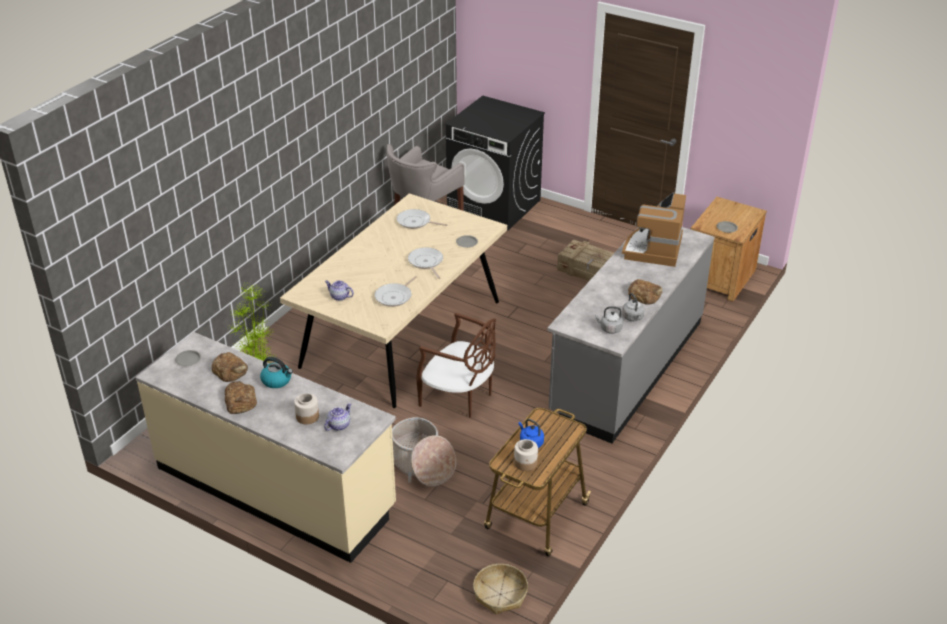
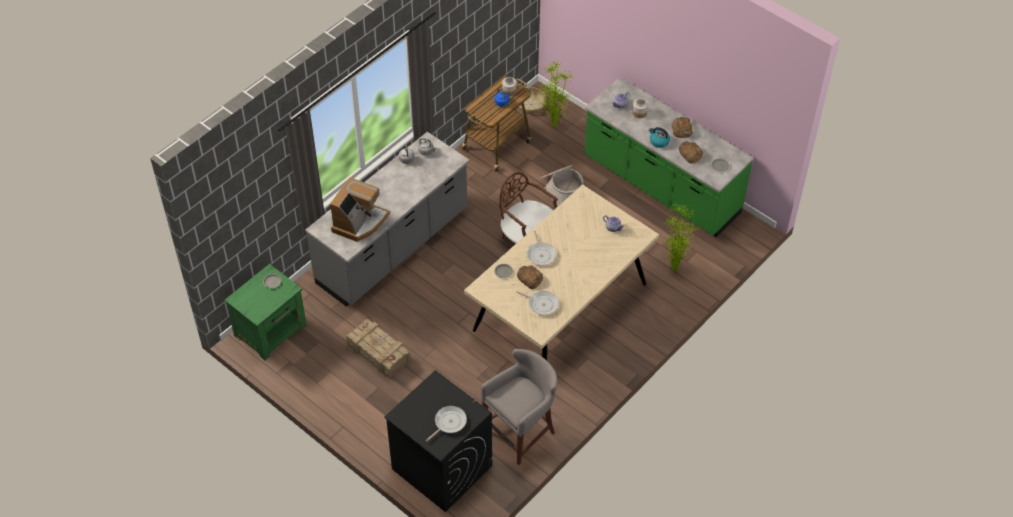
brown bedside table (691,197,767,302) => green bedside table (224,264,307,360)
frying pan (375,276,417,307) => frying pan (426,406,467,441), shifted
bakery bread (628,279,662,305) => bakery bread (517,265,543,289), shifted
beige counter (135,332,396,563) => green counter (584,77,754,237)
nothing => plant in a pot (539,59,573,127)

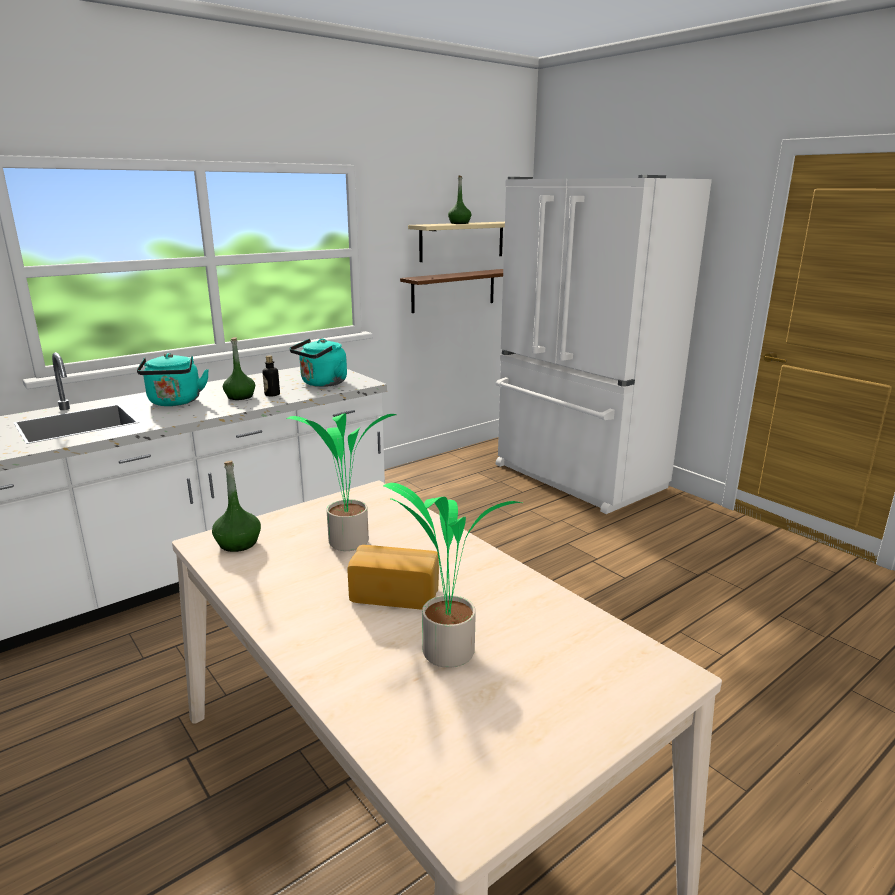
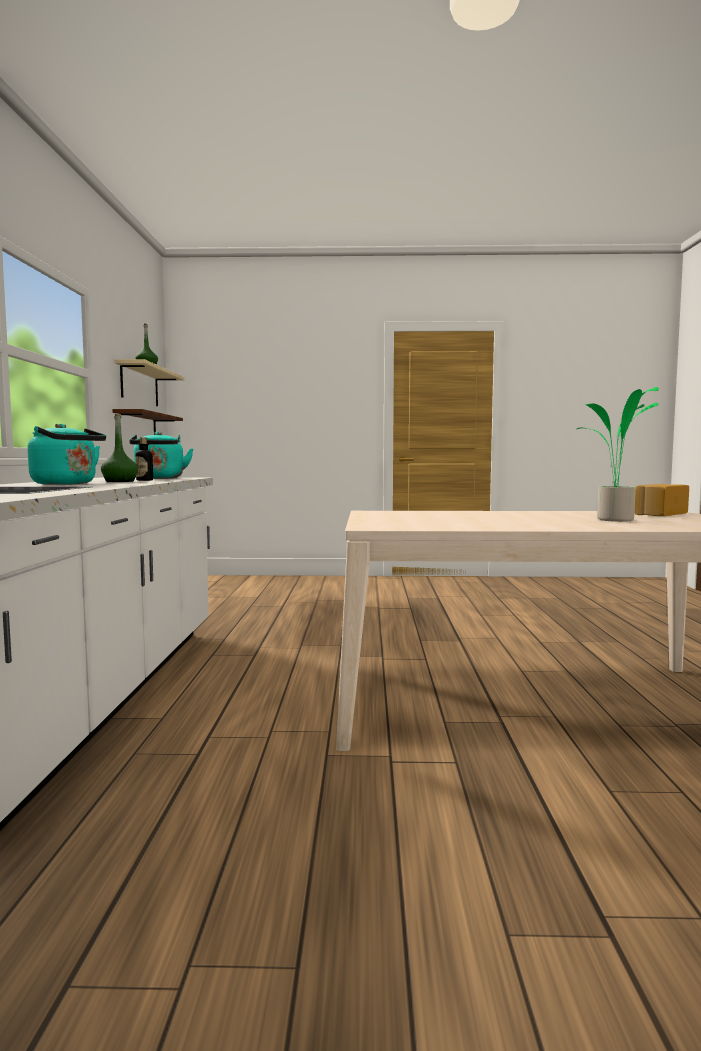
whitish fridge (495,175,712,514) => nothing
plant in a pot (286,413,397,551) => nothing
green beverage bottle (212,461,261,552) => nothing
bakery bread (347,545,439,610) => bakery bread (634,484,689,516), shifted

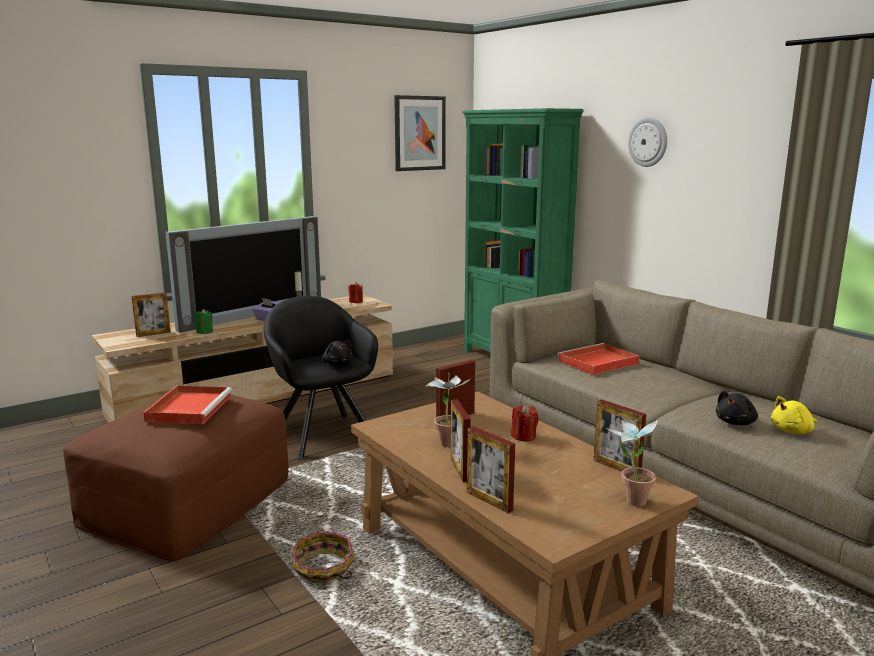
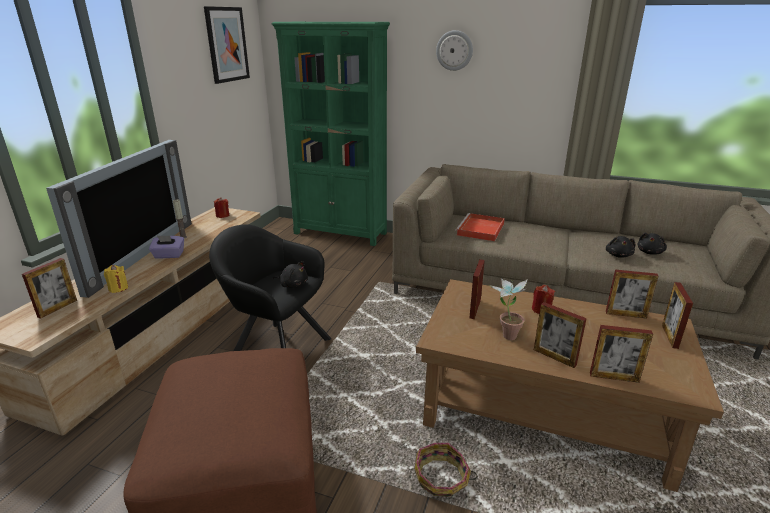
green wax light (195,309,213,334) => yellowish wax light (104,265,128,293)
red carrying tray (143,386,232,424) => nothing
yellowish soft toy (771,396,817,434) => black-coloured soft toy (638,232,667,255)
plant in a pot (606,419,658,506) => photo frame (662,282,693,349)

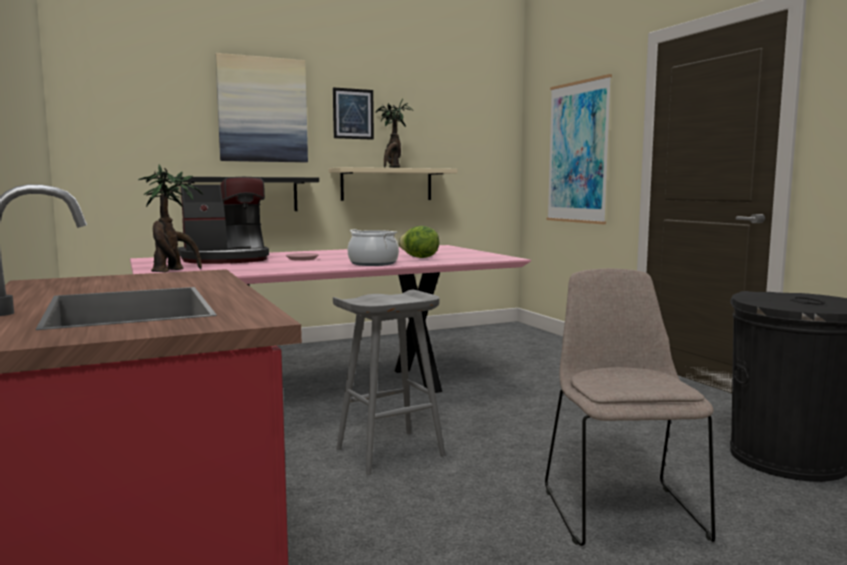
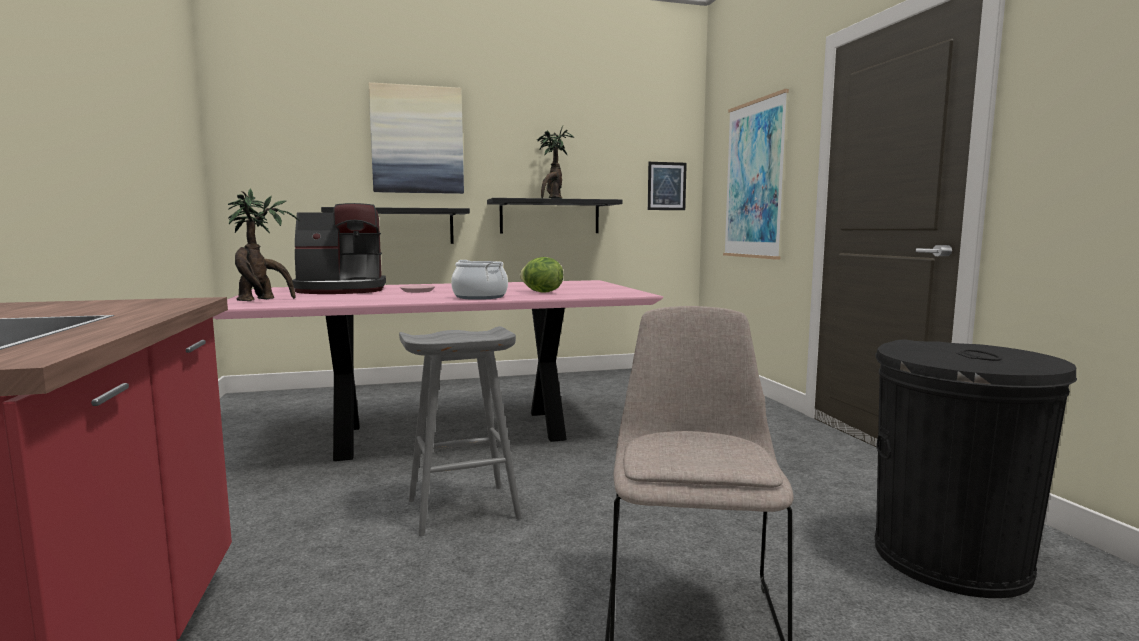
wall picture (333,87,374,140) => wall picture (648,162,687,210), shifted
beige bracket shelf (329,167,457,201) => black-coloured bracket shelf (487,198,623,234)

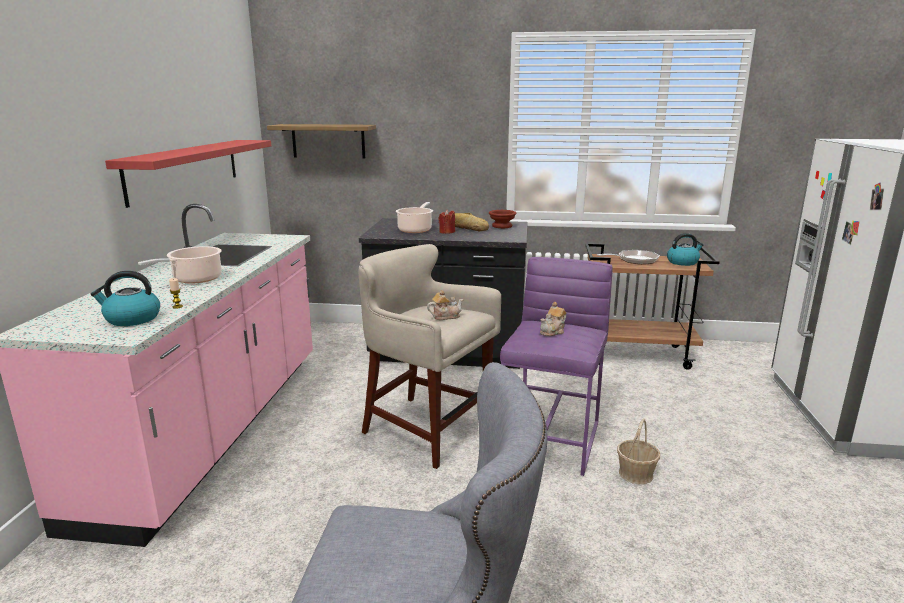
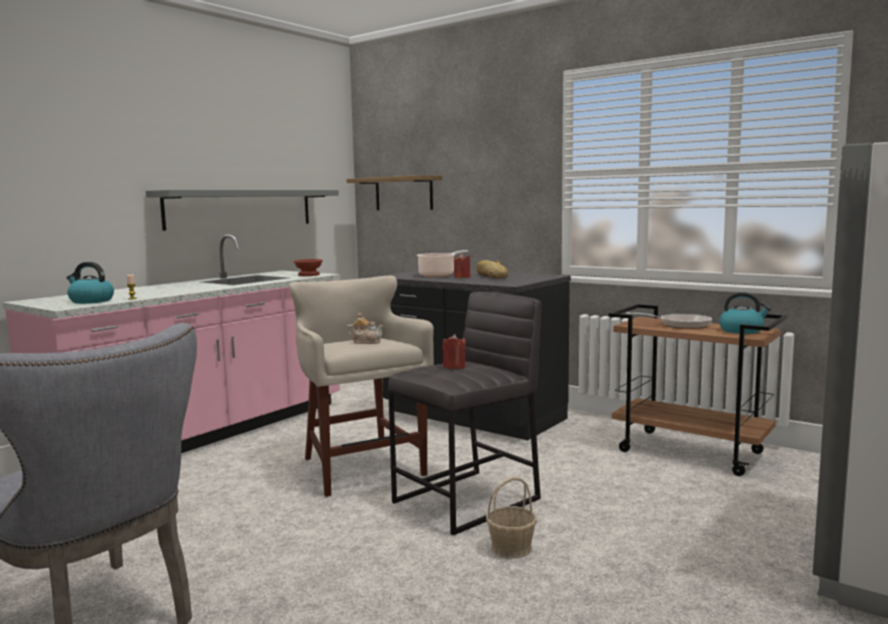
red bracket shelf (105,140,271,208) => greyish bracket shelf (146,190,339,231)
brown serving bowl (489,210,517,228) => brown serving bowl (294,259,323,276), shifted
saucepot (138,246,222,284) => nothing
purplish stool (500,257,613,476) => greyish stool (388,292,541,535)
teapot (540,302,566,336) => red wax light (442,334,466,369)

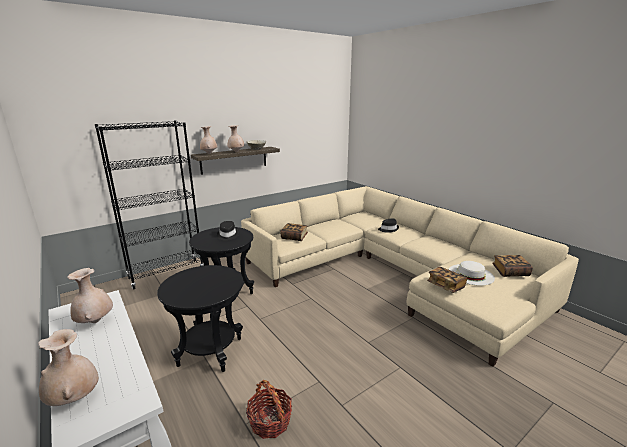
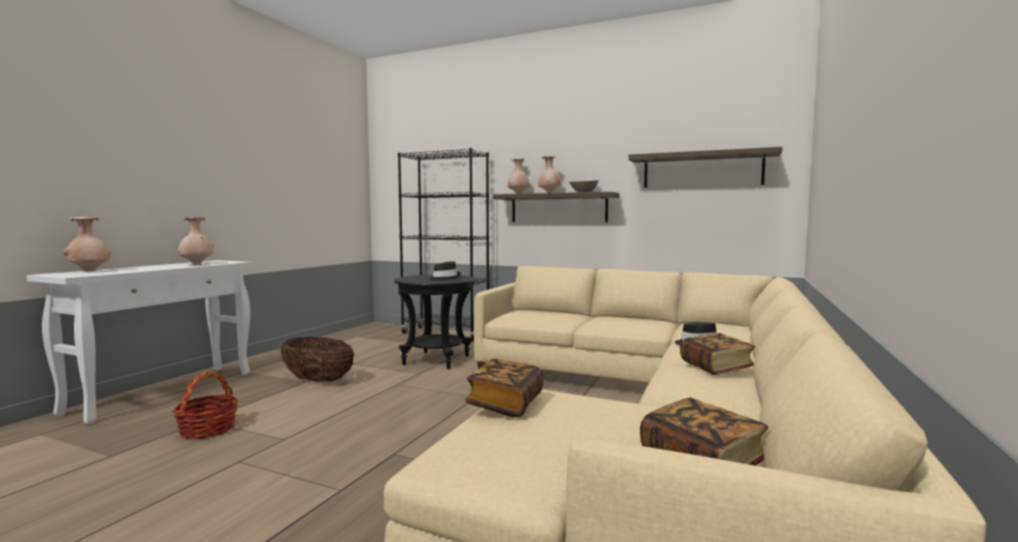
book (280,223,308,241) => book (680,333,755,375), shifted
whitish hat (448,261,495,286) => nothing
black-coloured accent table (157,265,243,372) => household basket (280,337,354,382)
nothing => bracket shelf (628,147,782,188)

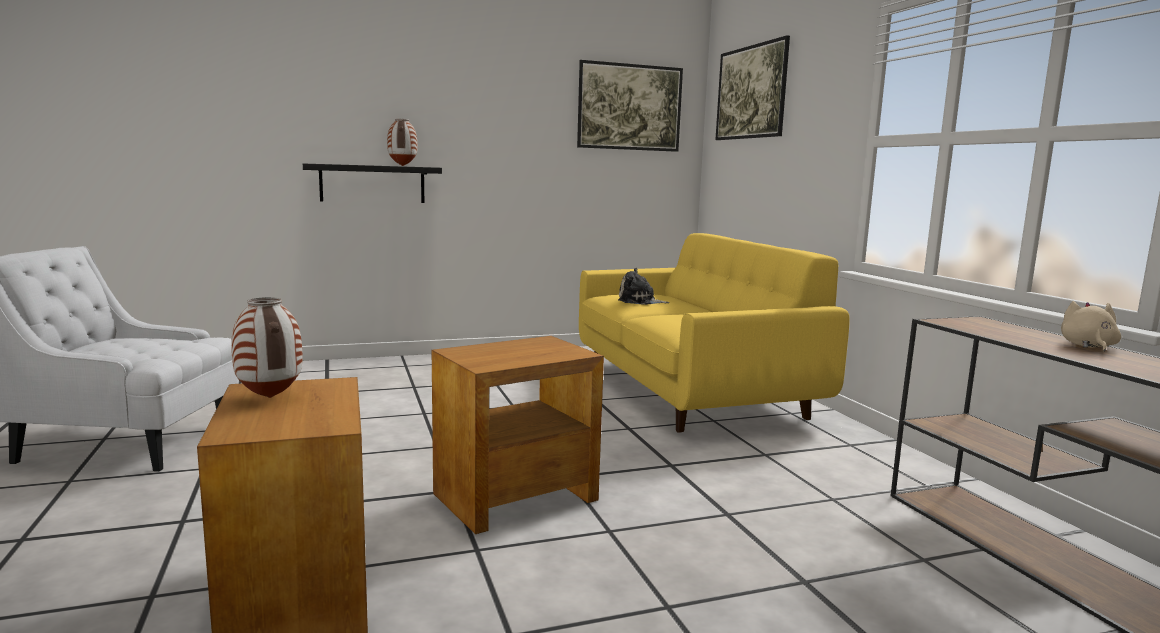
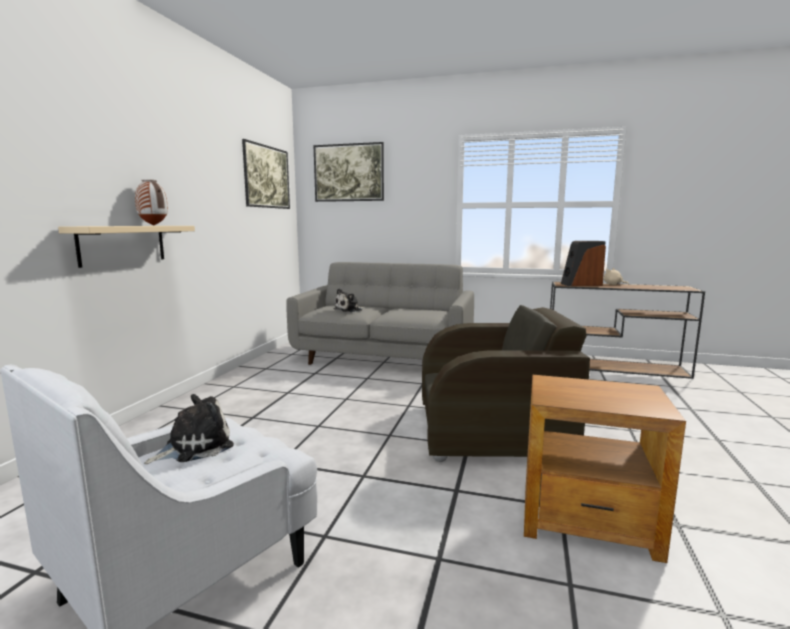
black-coloured bracket shelf (303,163,442,203) => beige bracket shelf (58,226,195,268)
yellowish settee (579,233,850,433) => greyish settee (286,262,474,365)
decorative vase (231,297,302,398) => nothing
brown accent table (432,336,604,534) => brown easy chair (422,305,590,462)
nothing => speaker (561,241,606,286)
nothing => soft toy (144,394,234,464)

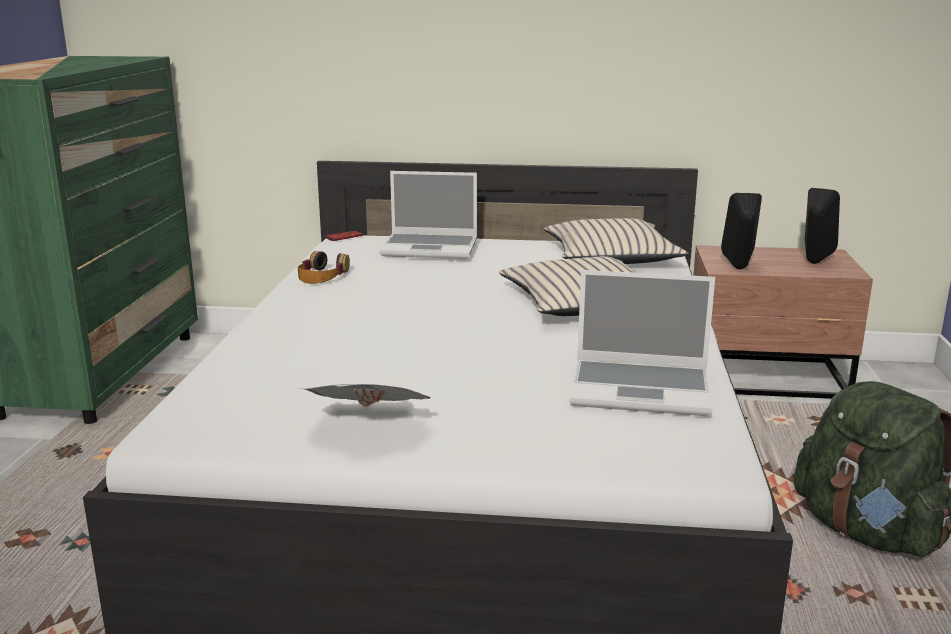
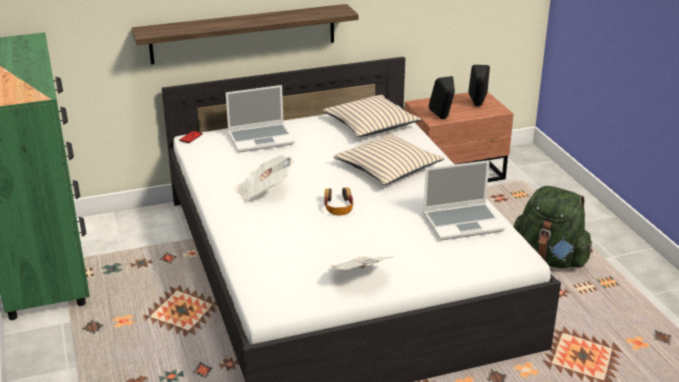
pair of headphones (298,251,350,284) => pair of headphones (324,188,354,216), shifted
nothing => bracket shelf (131,4,358,64)
nothing => printed paper (235,155,294,200)

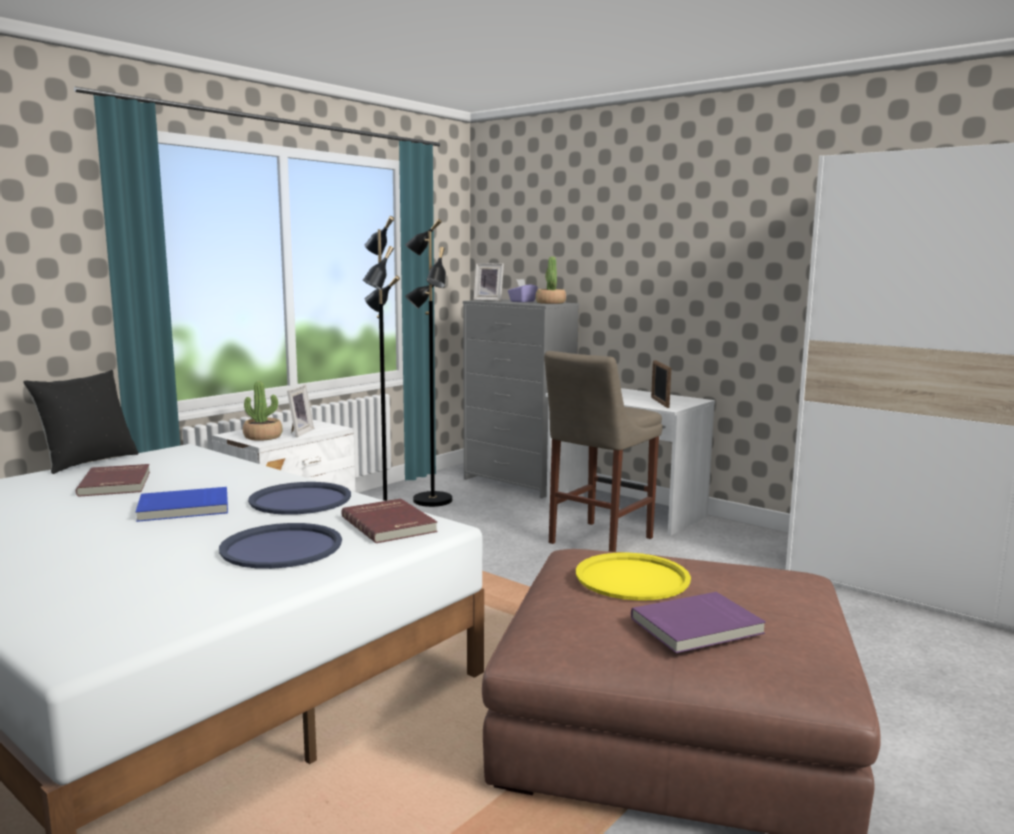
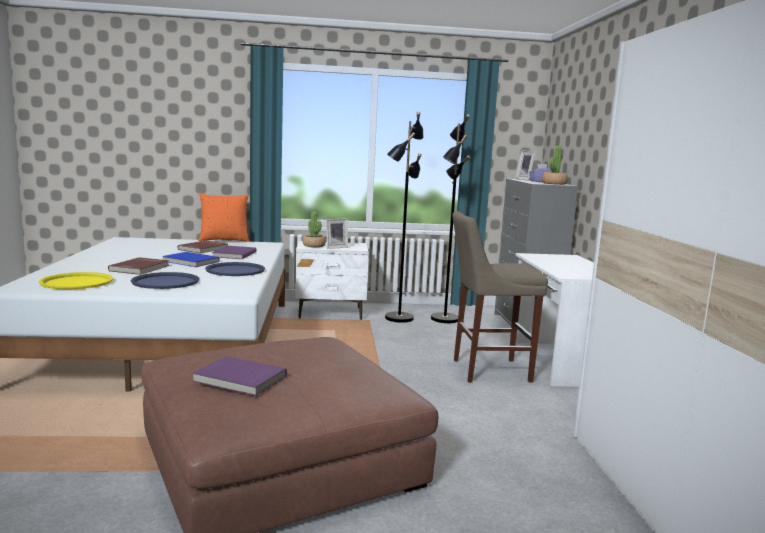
photo frame (651,360,671,408) => nothing
black-coloured pillow (23,370,139,474) => orange pillow (198,193,249,242)
red book (341,498,438,543) => red book (108,257,169,275), shifted
yellowish carrying tray (576,552,691,601) => yellowish carrying tray (39,272,113,289), shifted
nothing => purplish book (212,246,257,259)

